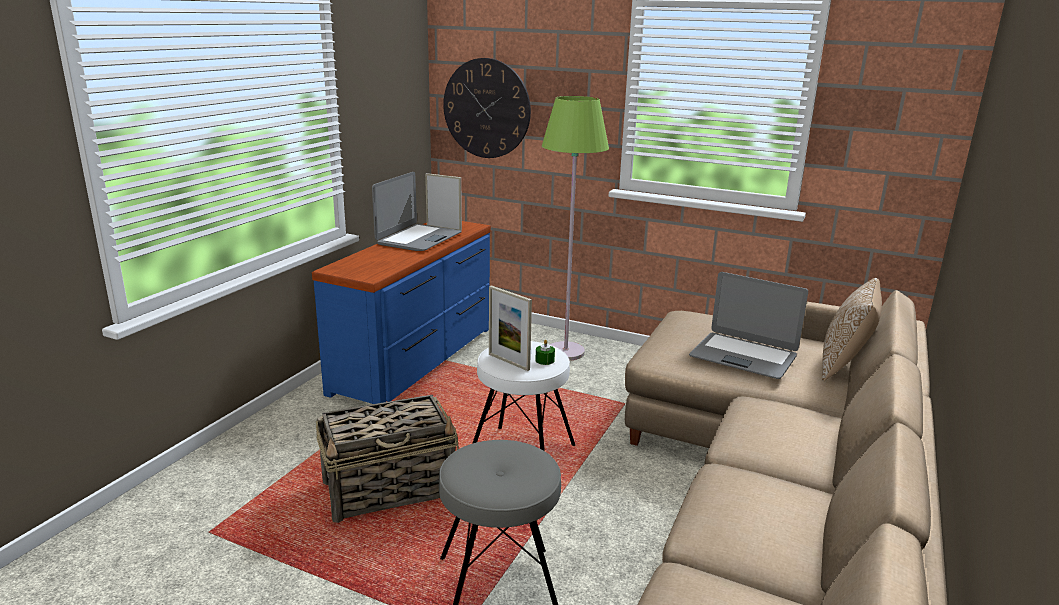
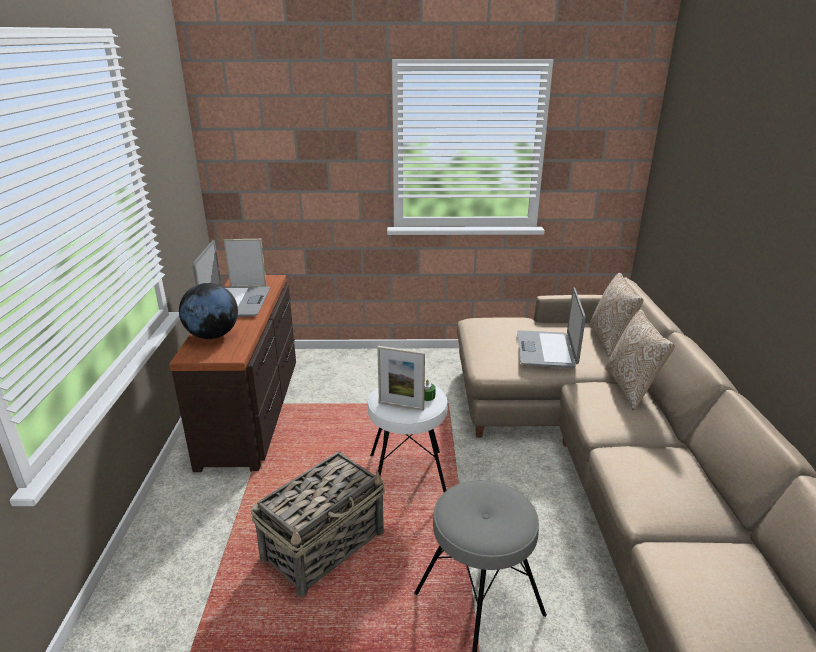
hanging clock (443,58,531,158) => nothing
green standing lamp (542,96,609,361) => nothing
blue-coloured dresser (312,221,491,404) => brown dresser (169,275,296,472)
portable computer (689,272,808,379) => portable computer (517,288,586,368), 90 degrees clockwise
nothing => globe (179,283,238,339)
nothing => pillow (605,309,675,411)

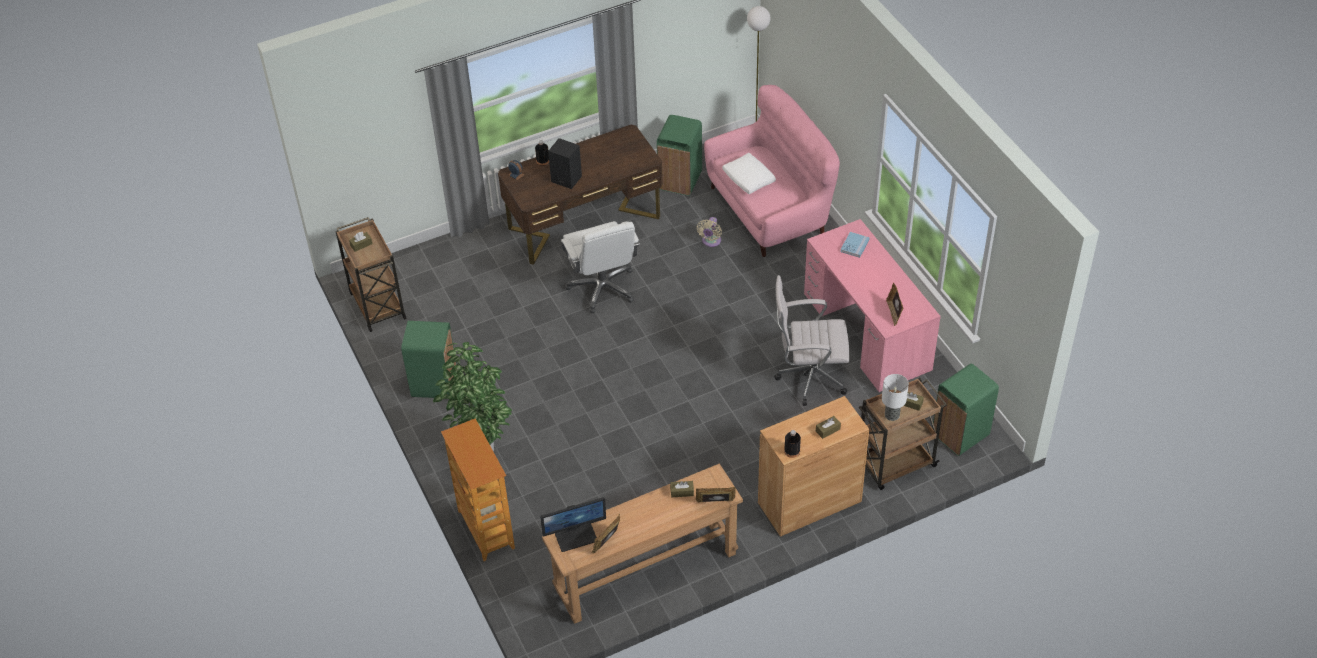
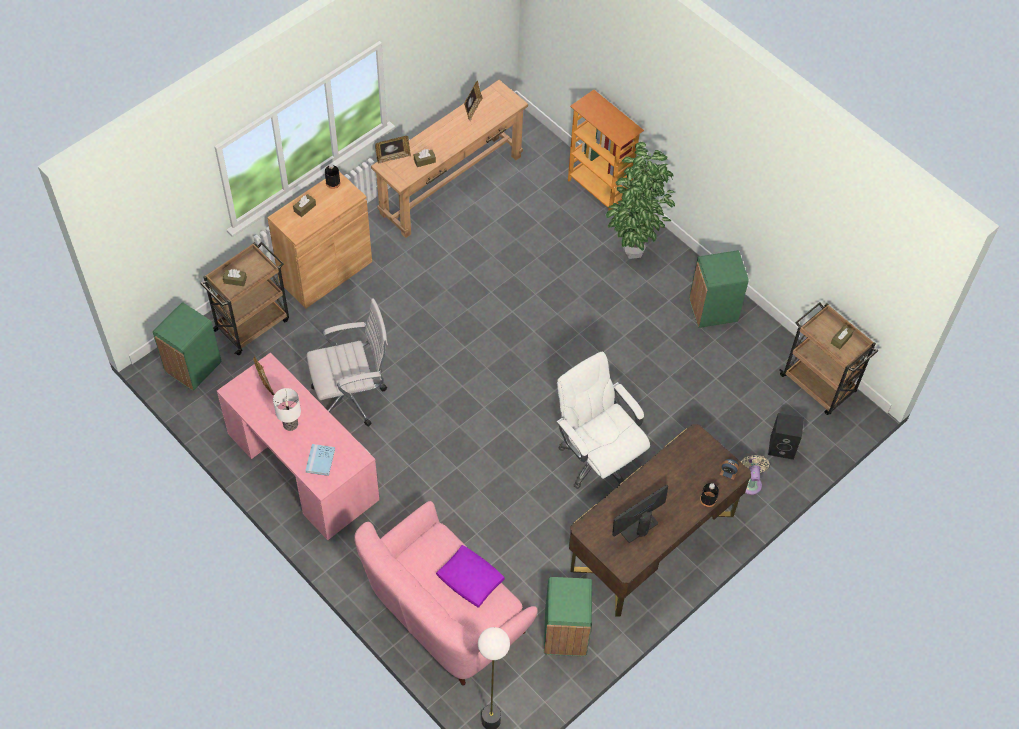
black-coloured speaker (548,138,582,189) => black-coloured speaker (768,413,804,460), shifted
whitish pillow (722,153,776,194) => purplish pillow (436,545,505,608)
beige fan (697,217,722,247) => beige fan (741,455,770,495), shifted
lamp for a table (882,374,909,421) => lamp for a table (273,388,301,431), shifted
computer display (540,497,606,552) => computer display (612,485,668,543), shifted

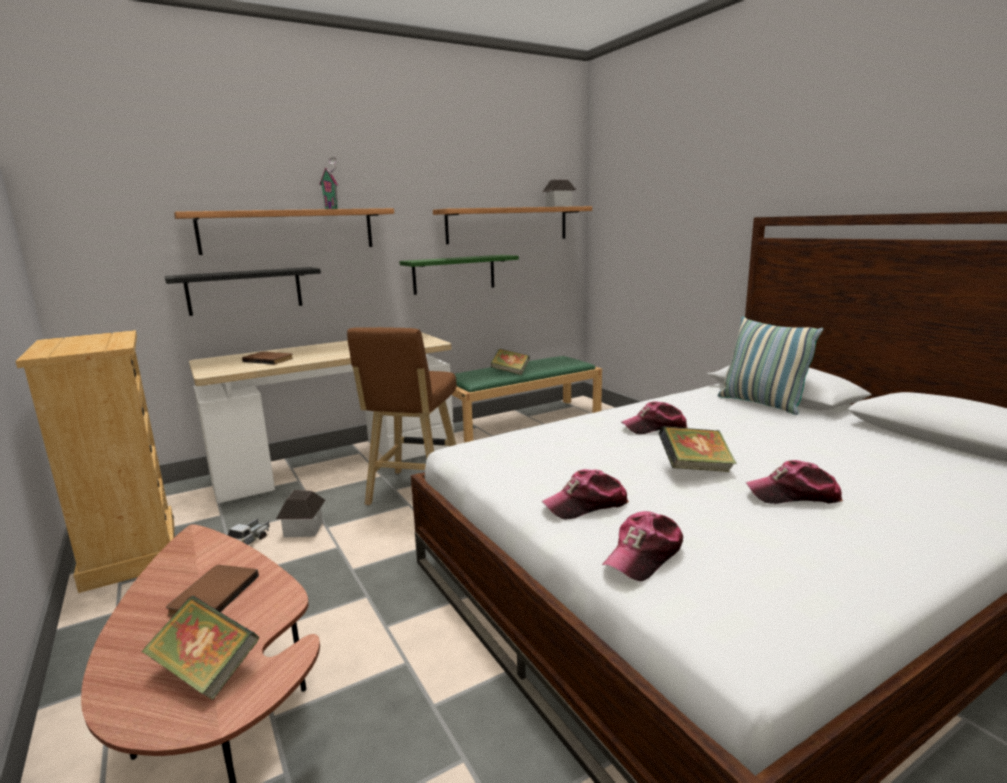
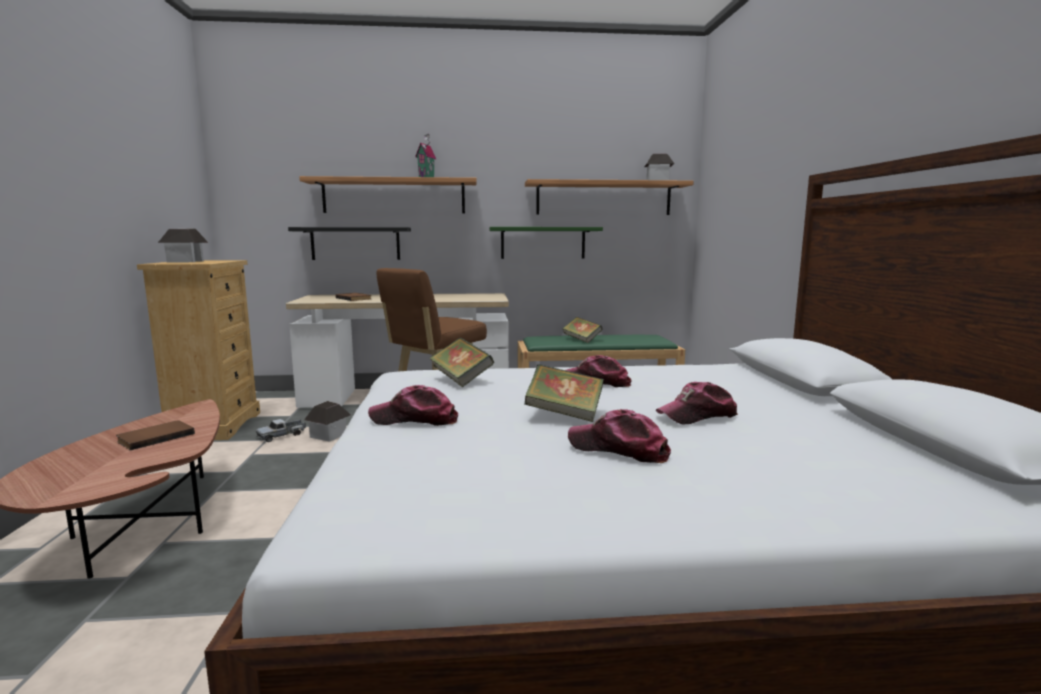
pillow (718,317,823,415) => nothing
baseball cap (602,511,683,581) => baseball cap (656,382,738,425), shifted
book (142,596,259,700) => book (429,338,494,387), shifted
nothing => toy house (158,228,208,263)

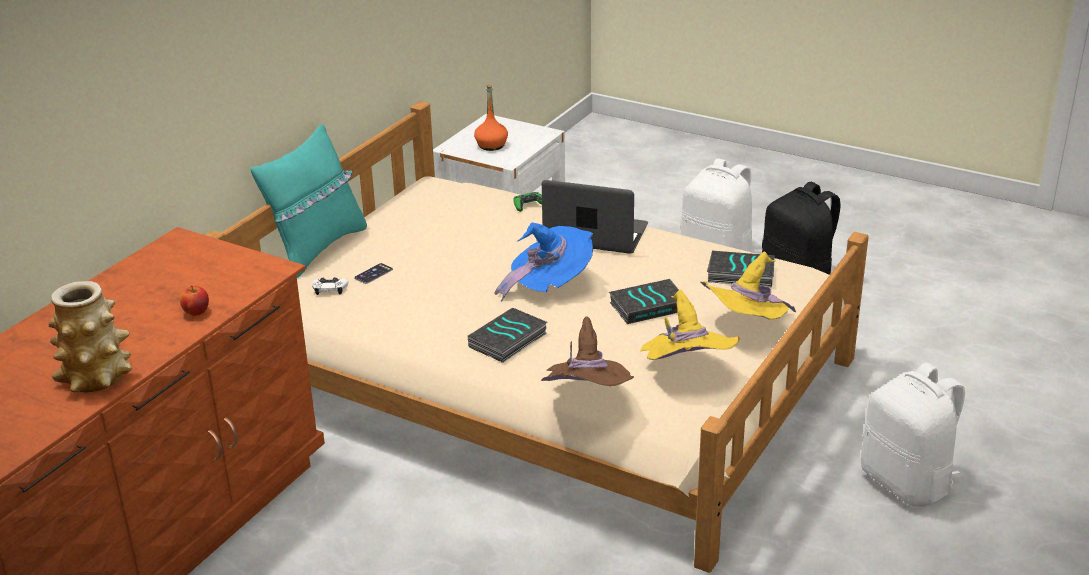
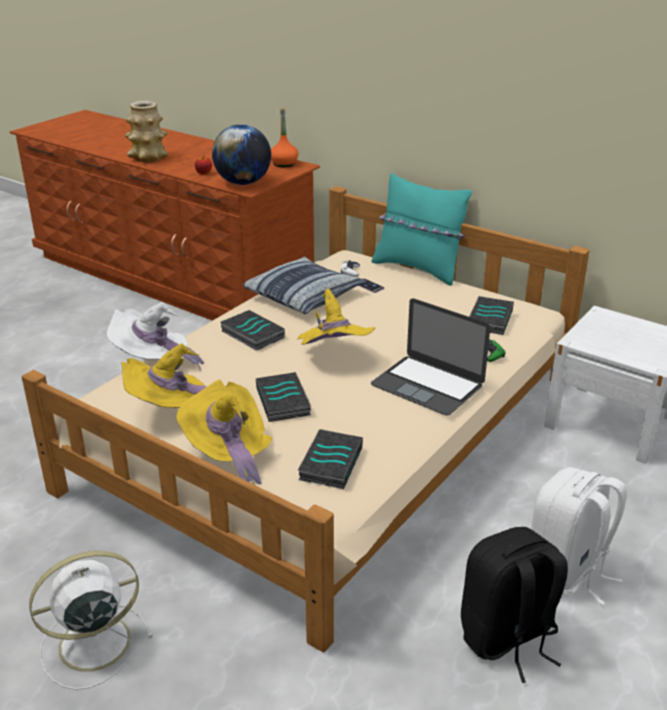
orange beverage bottle (474,84,508,151) => orange beverage bottle (271,108,299,167), shifted
portable computer (542,180,648,254) => portable computer (371,298,490,416), 105 degrees clockwise
blue-coloured hat (494,222,593,302) => yellowish hat (297,289,375,345)
brown hat (541,316,634,386) => whitish hat (106,302,204,370)
whitish knapsack (861,363,965,507) => whitish fan (29,551,153,690)
nothing => globe (212,124,271,185)
nothing => pillow (242,257,366,314)
nothing => book (469,296,514,335)

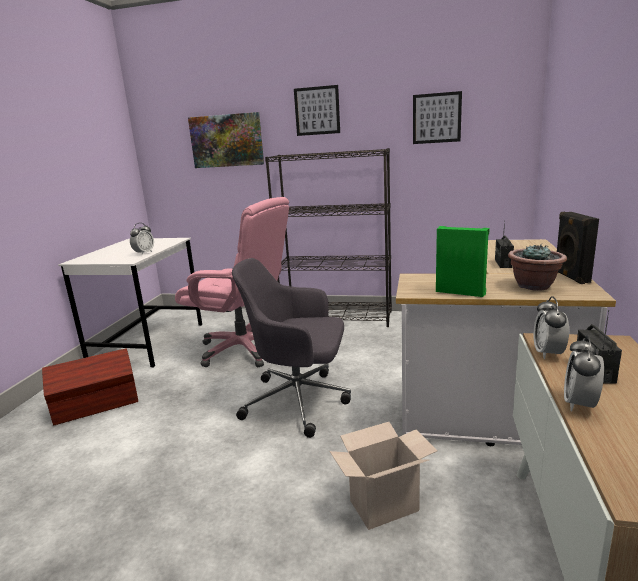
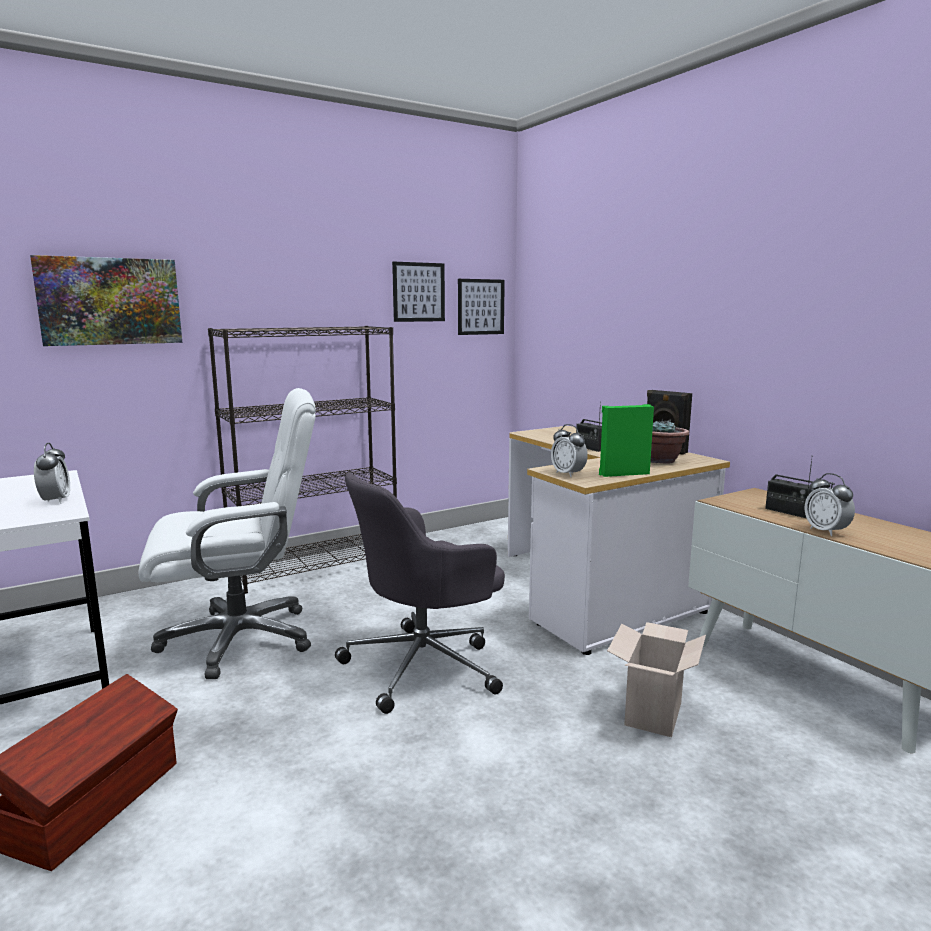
wall picture (294,85,340,136) => wall picture (458,279,505,335), shifted
pink-coloured computer chair (175,197,289,368) => whitish computer chair (138,388,316,679)
bedside clock (533,296,569,359) => bedside clock (551,424,588,477), shifted

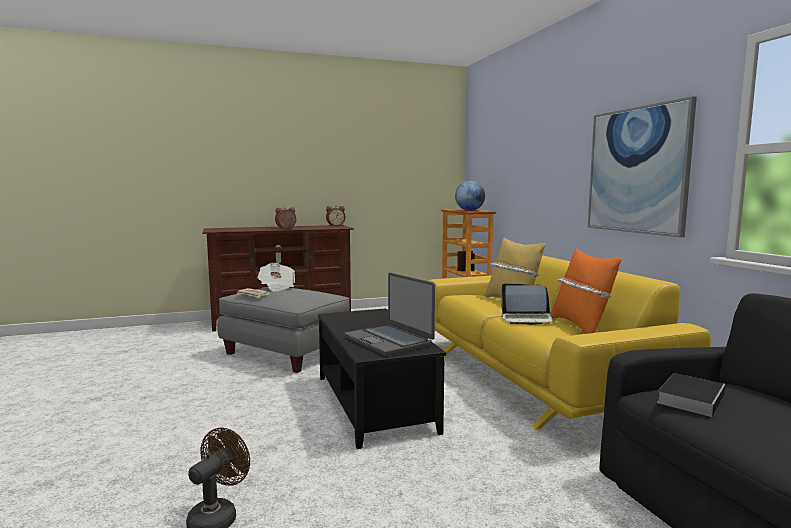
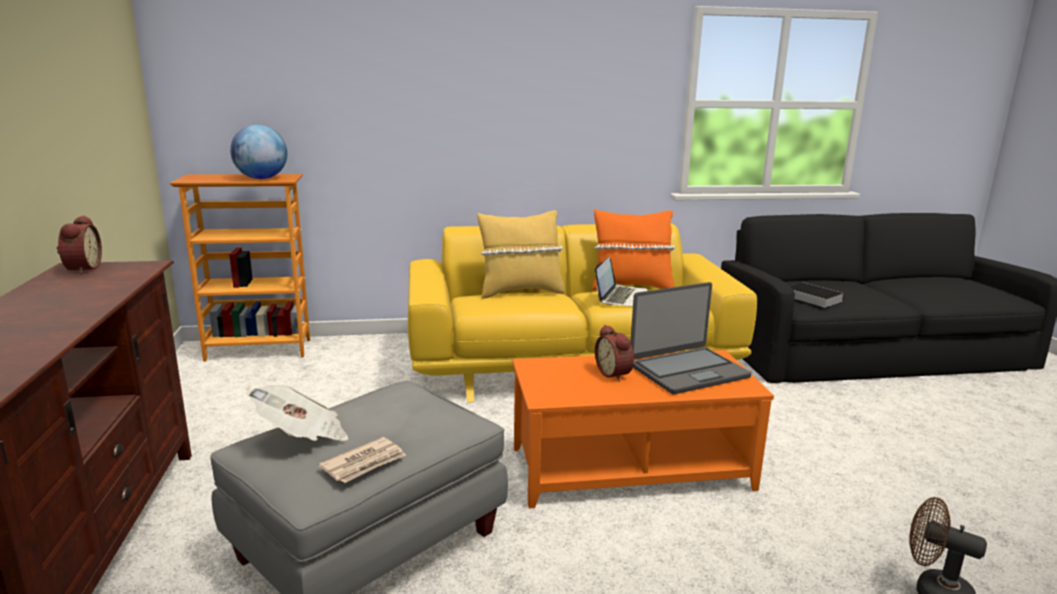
wall picture (588,96,697,237) => nothing
bedside clock (275,207,296,229) => bedside clock (595,325,634,382), shifted
black-coloured lounge table (318,308,446,449) => orange lounge table (512,350,774,508)

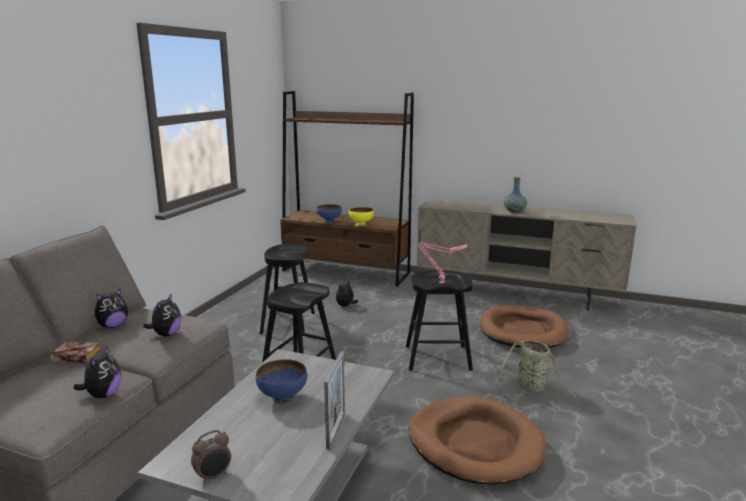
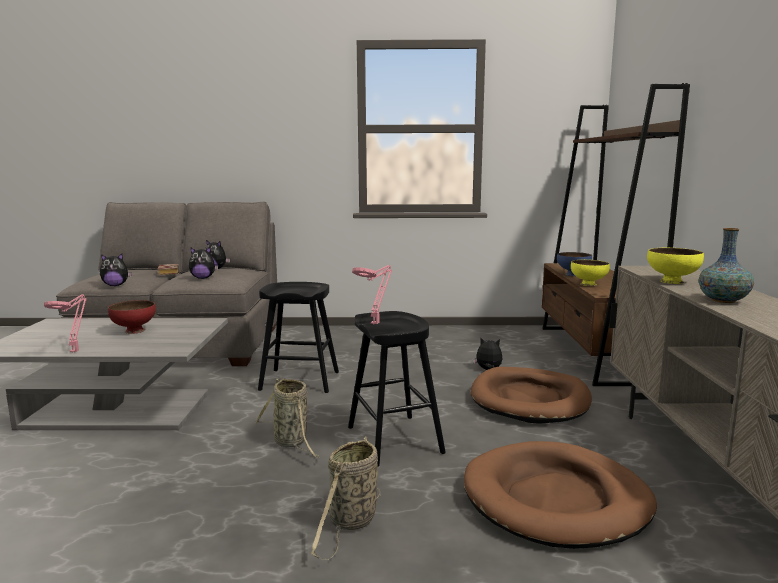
black-coloured stool (260,244,315,334) => nothing
photo frame (324,351,345,450) => pink-coloured lamp for a table (44,294,87,353)
blue-coloured serving bowl (256,359,307,404) => red serving bowl (108,300,156,334)
brown pet bed (408,396,547,485) => brown pet bed (471,367,592,424), shifted
bedside clock (191,430,231,483) => nothing
nothing => yellowish serving bowl (647,248,704,284)
nothing => household basket (254,378,320,458)

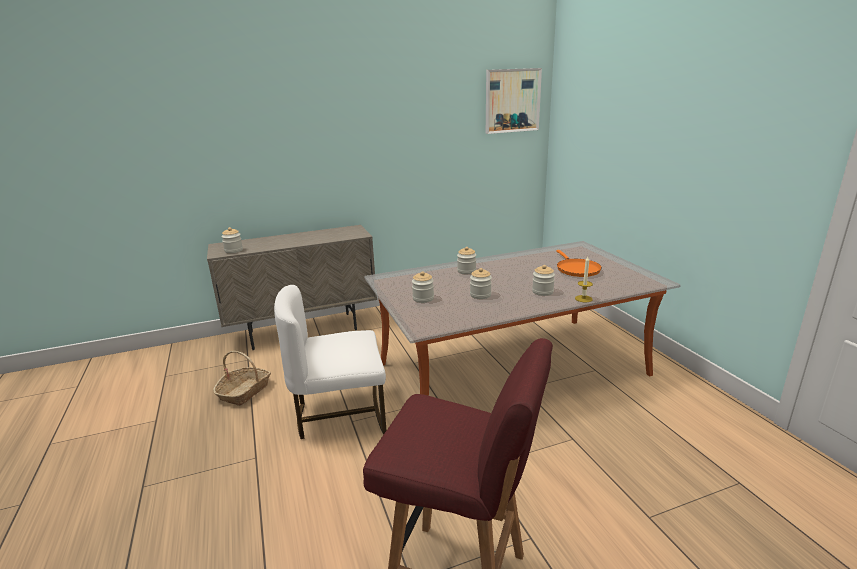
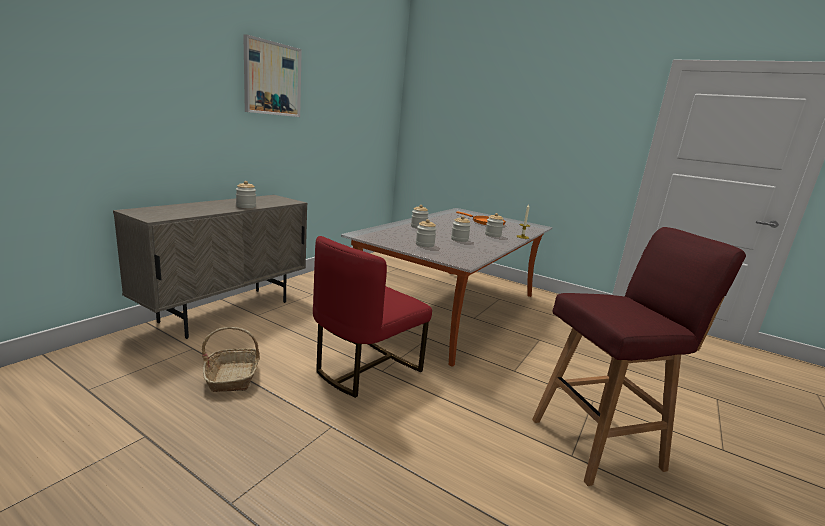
wall picture (486,68,542,134) => wall picture (243,34,302,117), shifted
preserve jar (221,227,243,253) => preserve jar (236,181,256,208), shifted
whitish upright chair (274,285,387,439) => red upright chair (313,236,432,398)

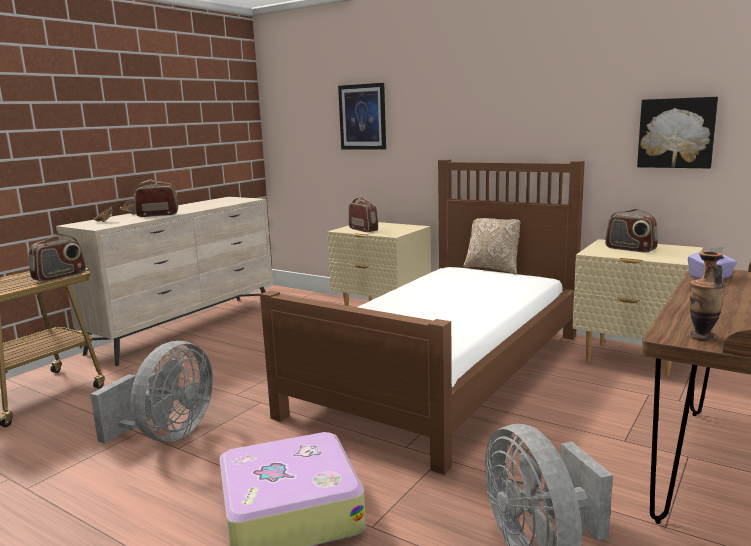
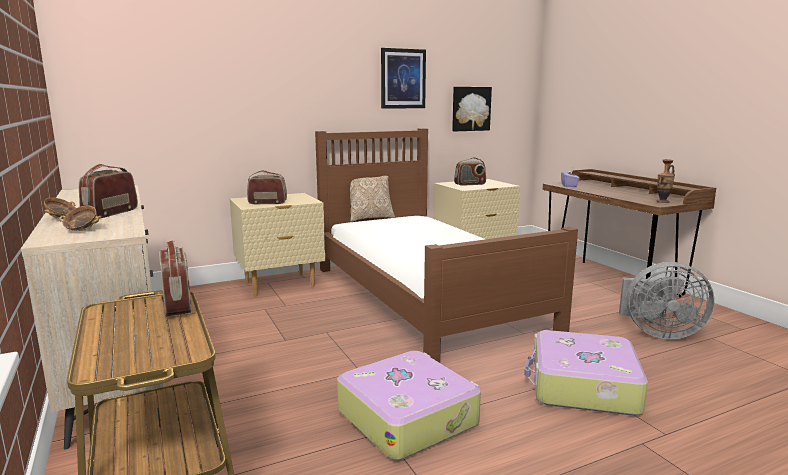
wall picture (338,83,386,150) => wall picture (381,48,426,109), shifted
greyish fan (90,341,213,443) => suitcase (337,351,481,460)

